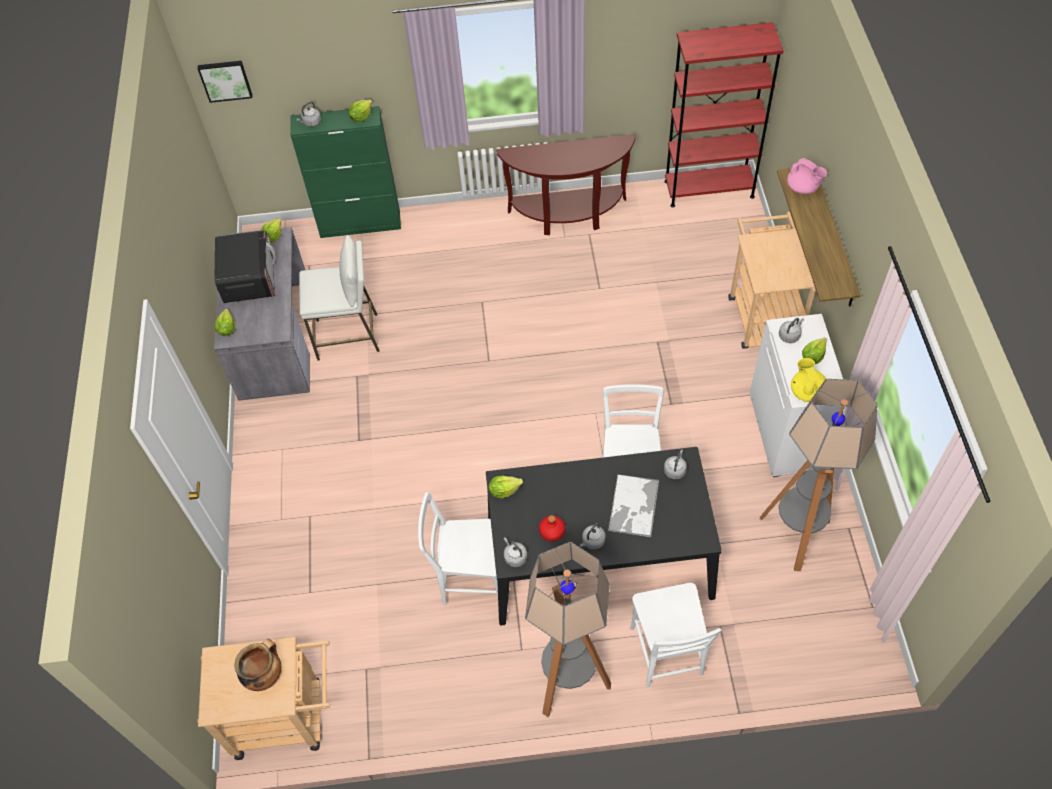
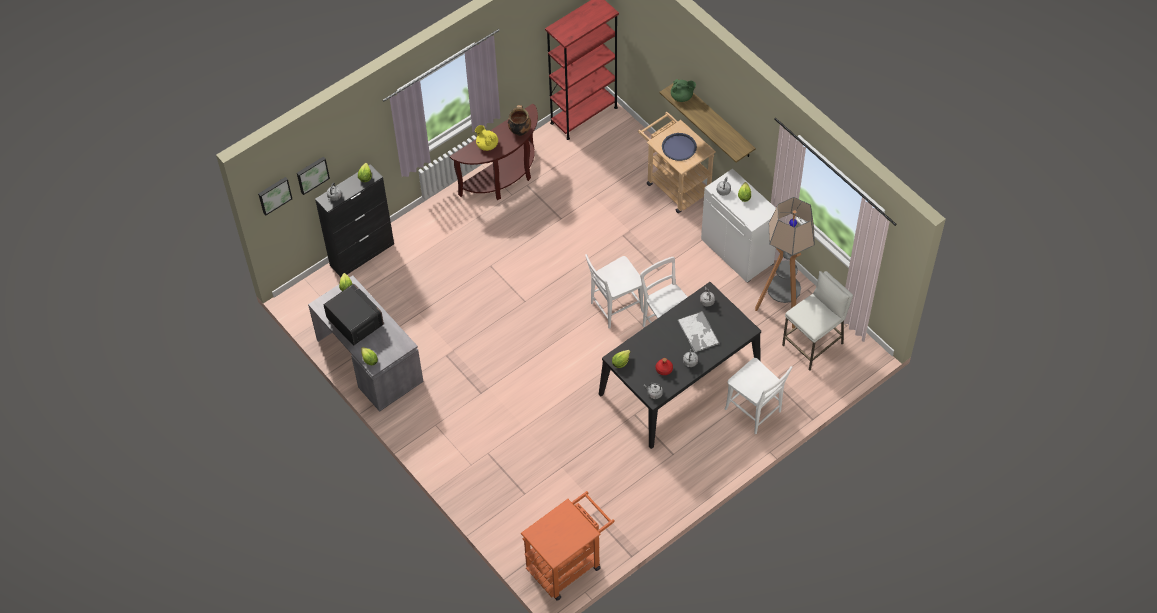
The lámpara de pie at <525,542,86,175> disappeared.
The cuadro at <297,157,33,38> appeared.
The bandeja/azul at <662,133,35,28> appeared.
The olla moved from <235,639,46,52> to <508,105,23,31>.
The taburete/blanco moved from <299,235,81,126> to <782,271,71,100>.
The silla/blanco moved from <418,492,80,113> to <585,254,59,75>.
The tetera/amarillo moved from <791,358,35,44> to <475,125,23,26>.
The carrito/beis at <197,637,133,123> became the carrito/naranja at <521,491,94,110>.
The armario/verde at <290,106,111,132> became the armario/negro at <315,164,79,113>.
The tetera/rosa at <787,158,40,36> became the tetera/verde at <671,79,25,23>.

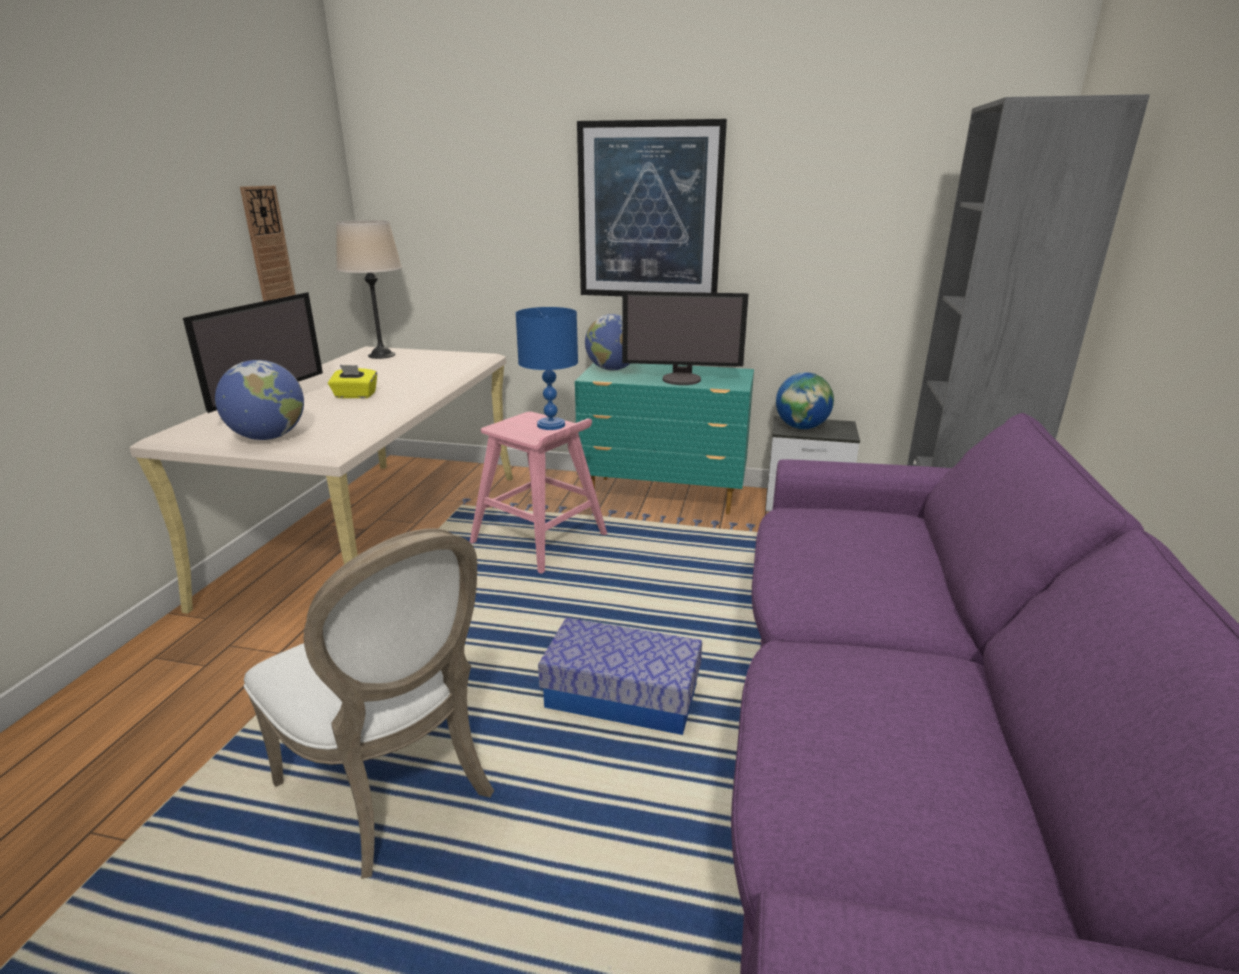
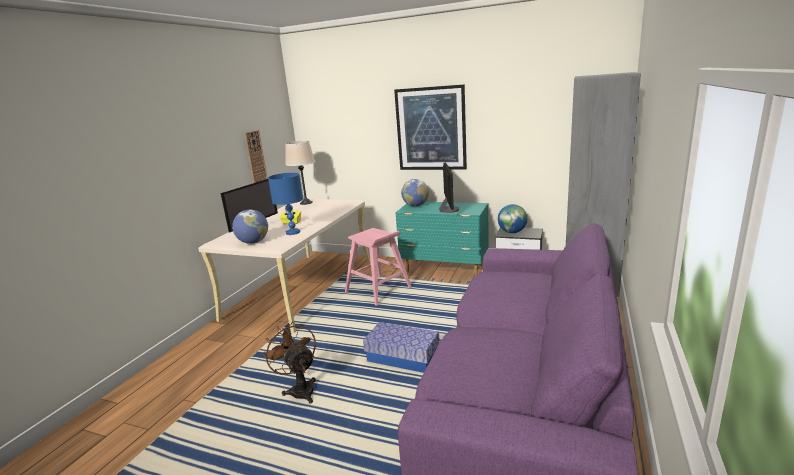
The lámpara de mesa/azul moved from <516,307,62,123> to <268,173,35,62>.
The silla/blanco at <244,528,250,351> was replaced by the ventilador/marrón at <263,321,53,82>.
The monitor at <622,291,127,94> turned 105 degrees counterclockwise.

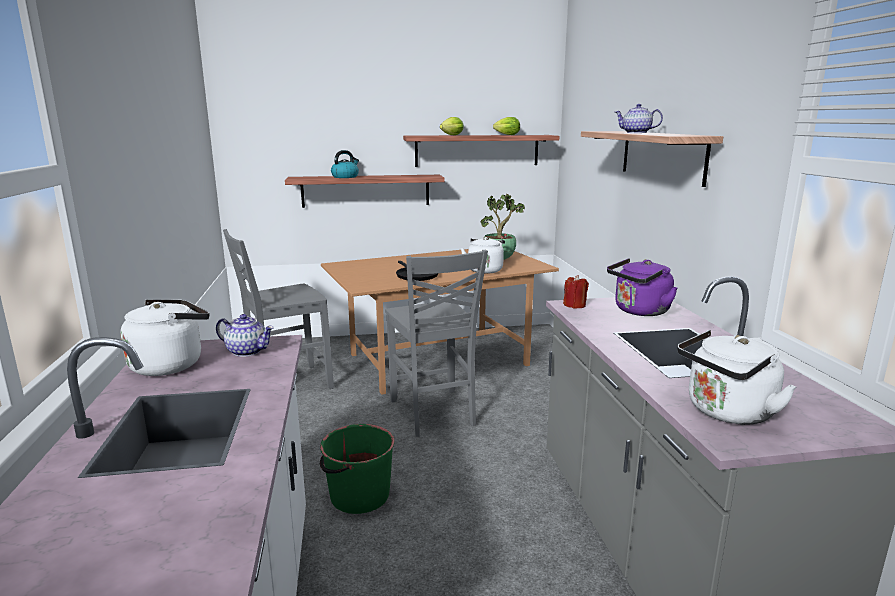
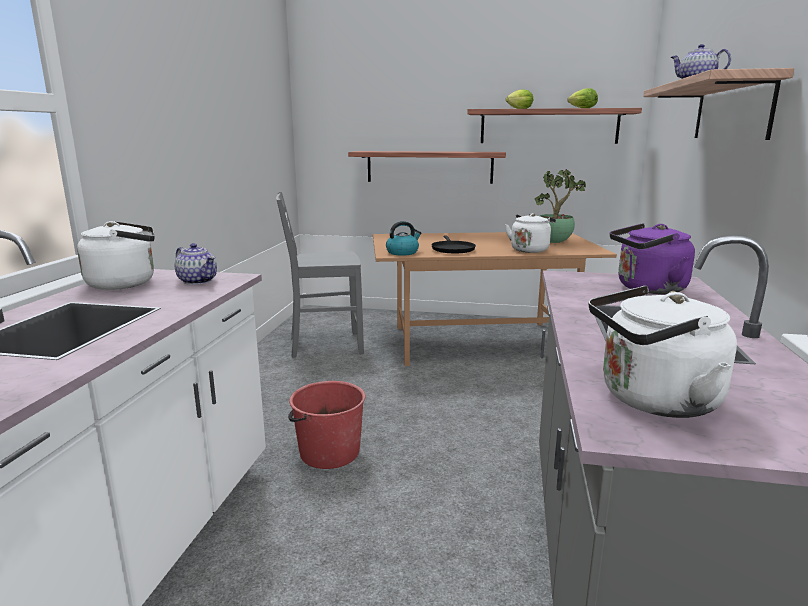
The silla/gris at <385,250,103,187> disappeared.
The vela/rojo at <563,275,26,33> disappeared.
The hervidor moved from <331,150,28,28> to <386,221,35,35>.
The cubo/verde at <320,424,75,90> became the cubo/rojo at <288,381,77,88>.

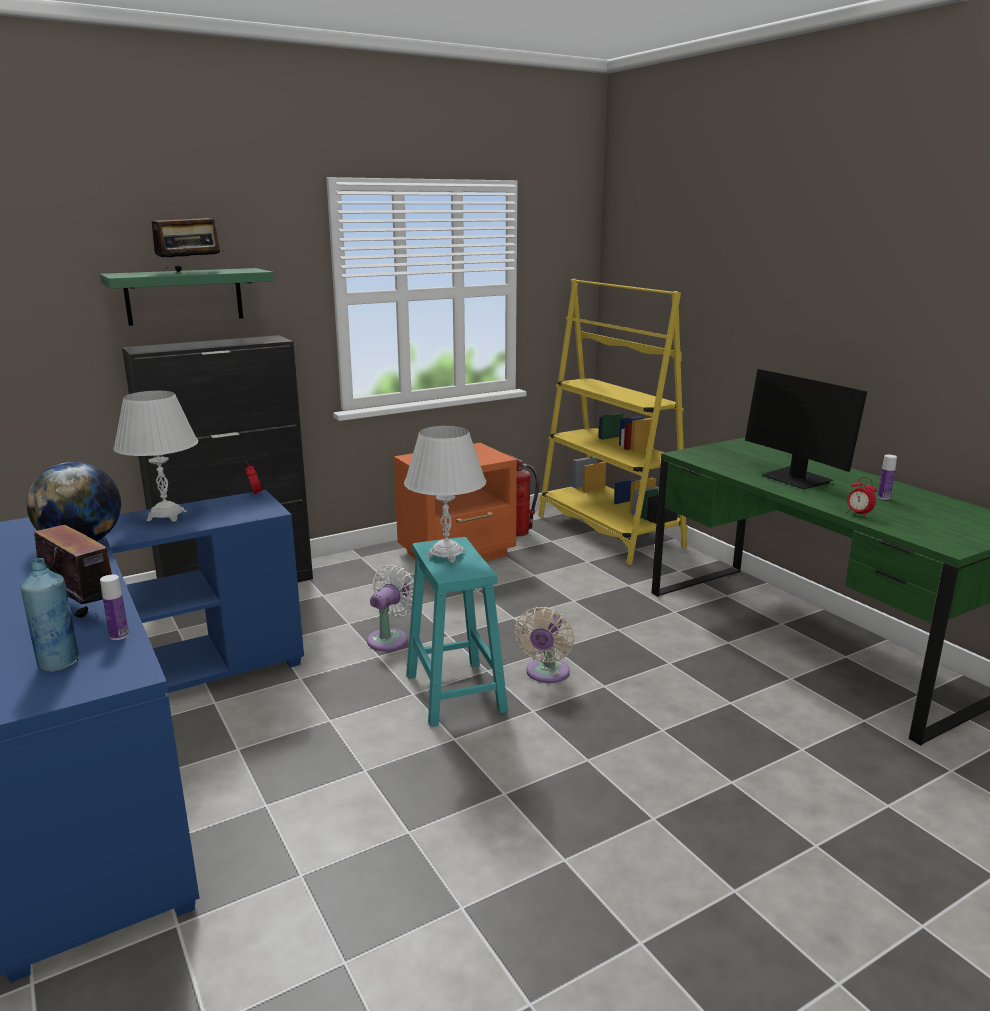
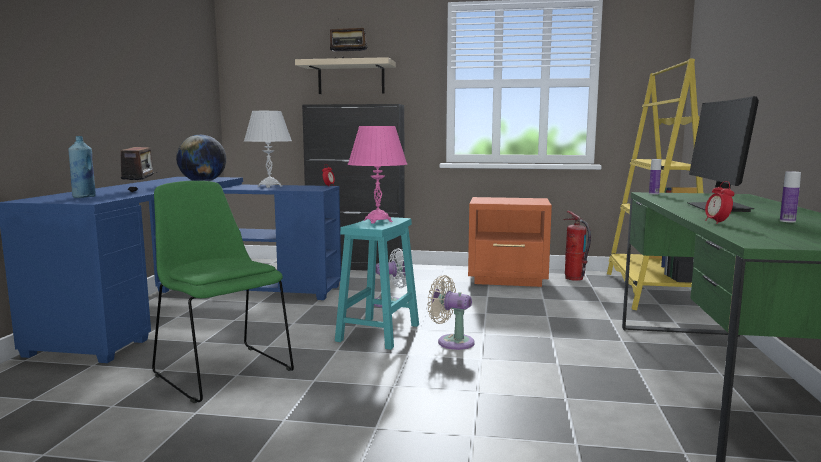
The silla/verde at <152,181,142,222> appeared.
The botella moved from <100,574,29,66> to <649,159,12,35>.
The estante/verde at <100,268,174,58> became the estante/beis at <295,57,101,37>.
The lámpara de mesa/blanco at <404,426,82,137> became the lámpara de mesa/rosa at <347,126,60,98>.
The ventilador/beis at <515,607,59,76> turned 60 degrees clockwise.

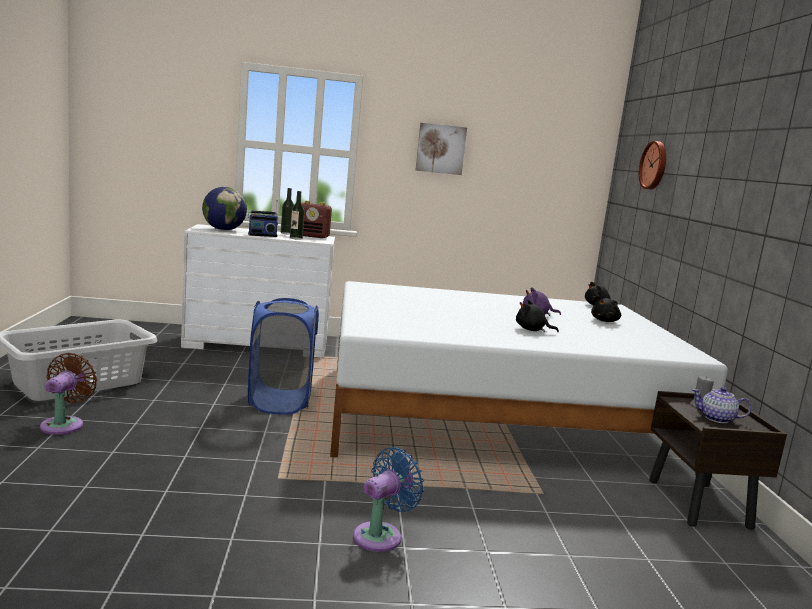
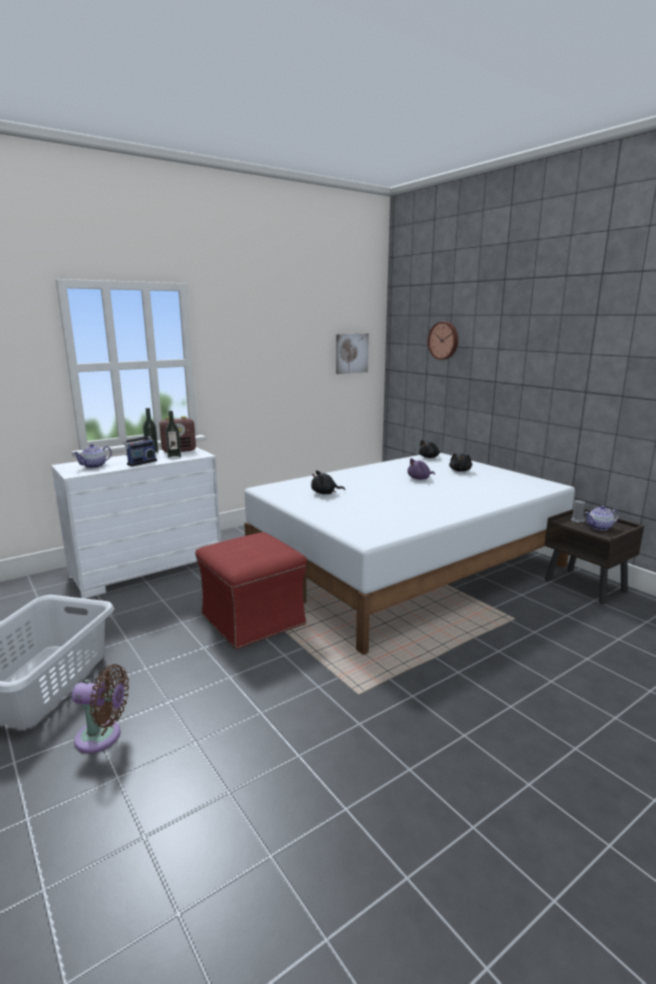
The ventilador/azul at <353,447,71,105> disappeared.
The cuadro moved from <416,123,51,52> to <336,333,33,41>.
The peluche/negro moved from <516,300,43,32> to <311,470,34,24>.
The globo terráqueo at <202,187,45,44> was replaced by the tetera at <73,444,39,24>.
The cesto de la ropa/azul at <248,298,71,116> was replaced by the puf/rojo at <195,532,112,117>.
The ventilador/marrón at <40,353,57,81> turned 120 degrees clockwise.

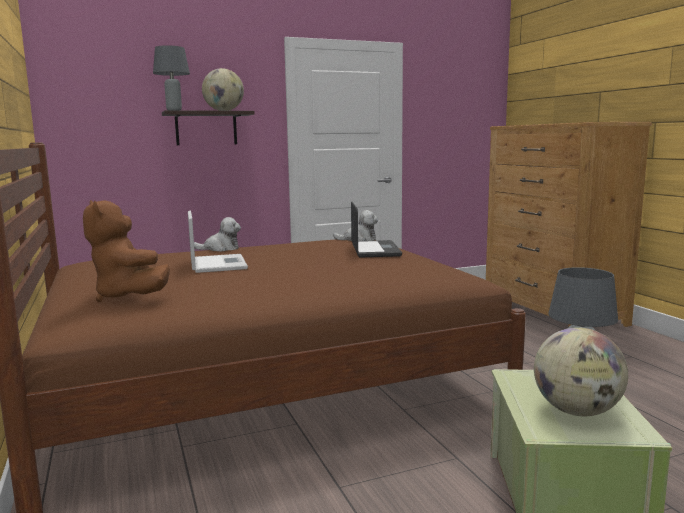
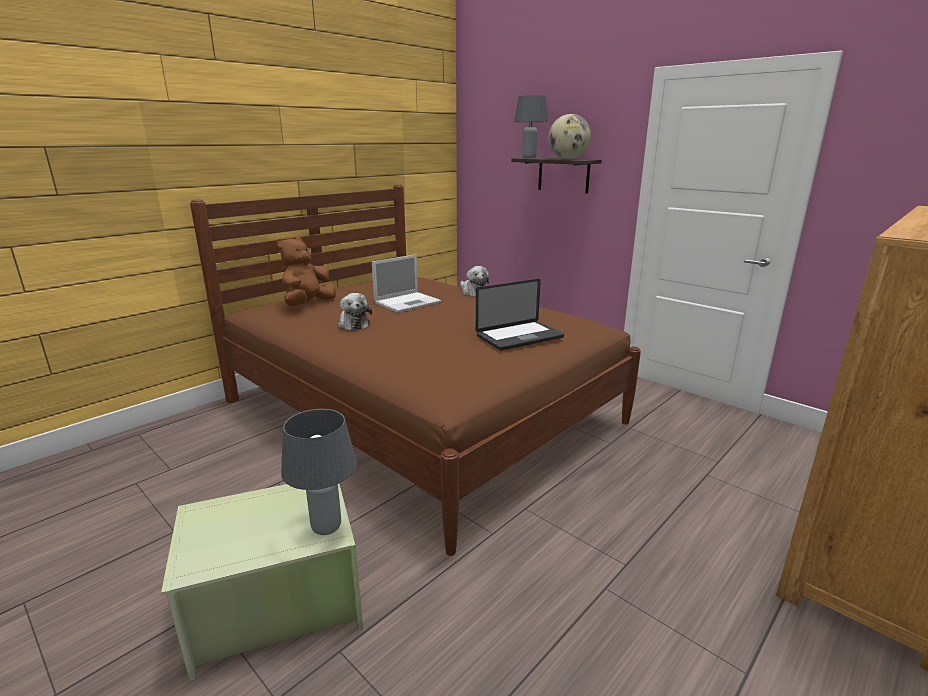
The globo terráqueo at <534,327,94,89> disappeared.
The peluche moved from <333,210,45,31> to <338,293,34,37>.

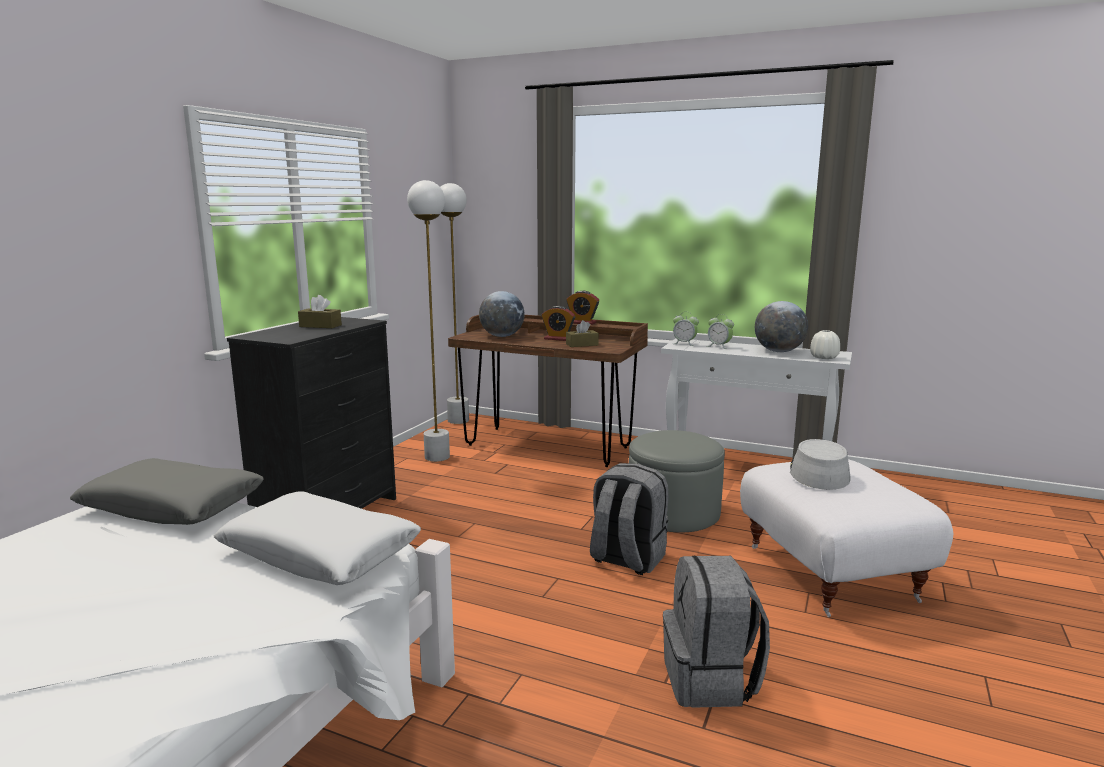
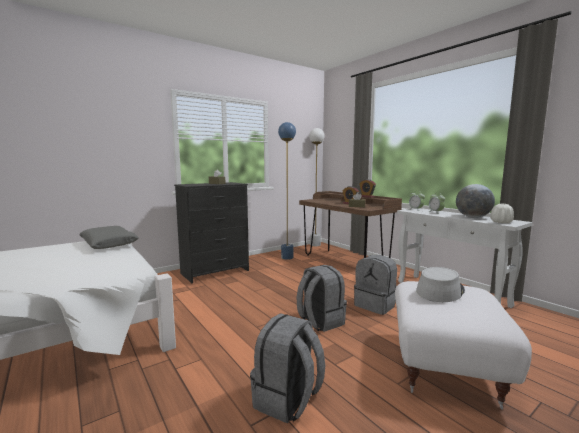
The cojín/blanco at <214,491,207,94> disappeared.
The globo terráqueo at <479,291,46,46> disappeared.
The puf/gris at <629,430,96,102> was replaced by the mochila/gris at <354,255,43,60>.
The lámpara de pie/blanco at <407,180,43,282> became the lámpara de pie/azul at <278,122,18,138>.

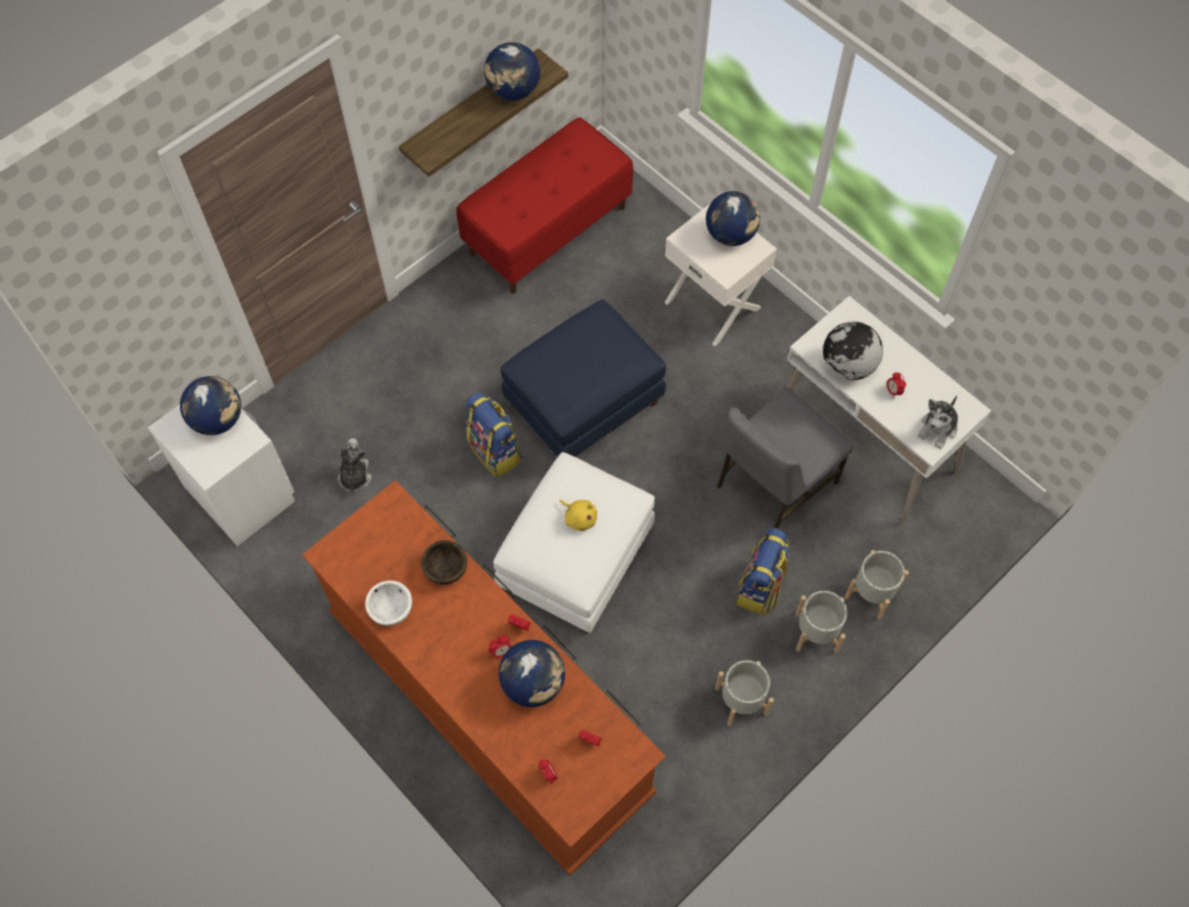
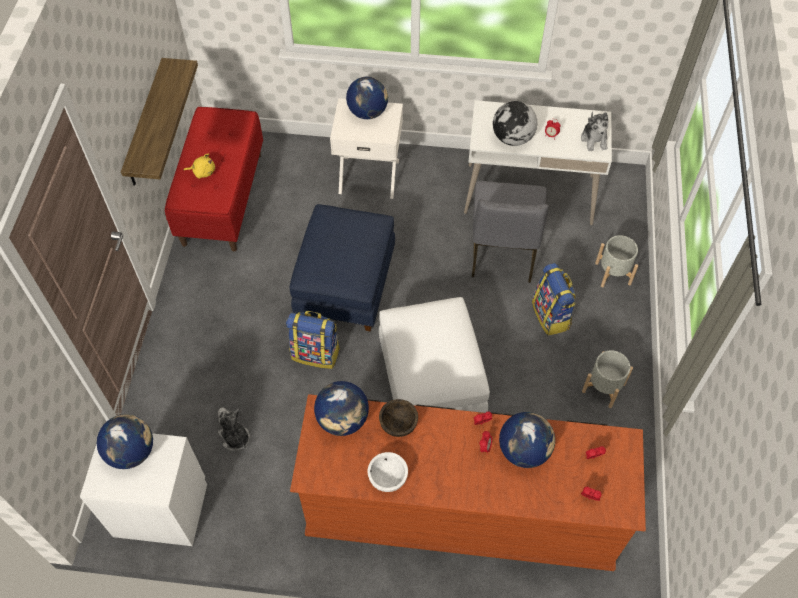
The maceta/gris at <795,591,53,62> disappeared.
The globo terráqueo moved from <484,42,56,58> to <314,381,55,55>.
The peluche/amarillo moved from <560,500,37,31> to <184,153,31,25>.

